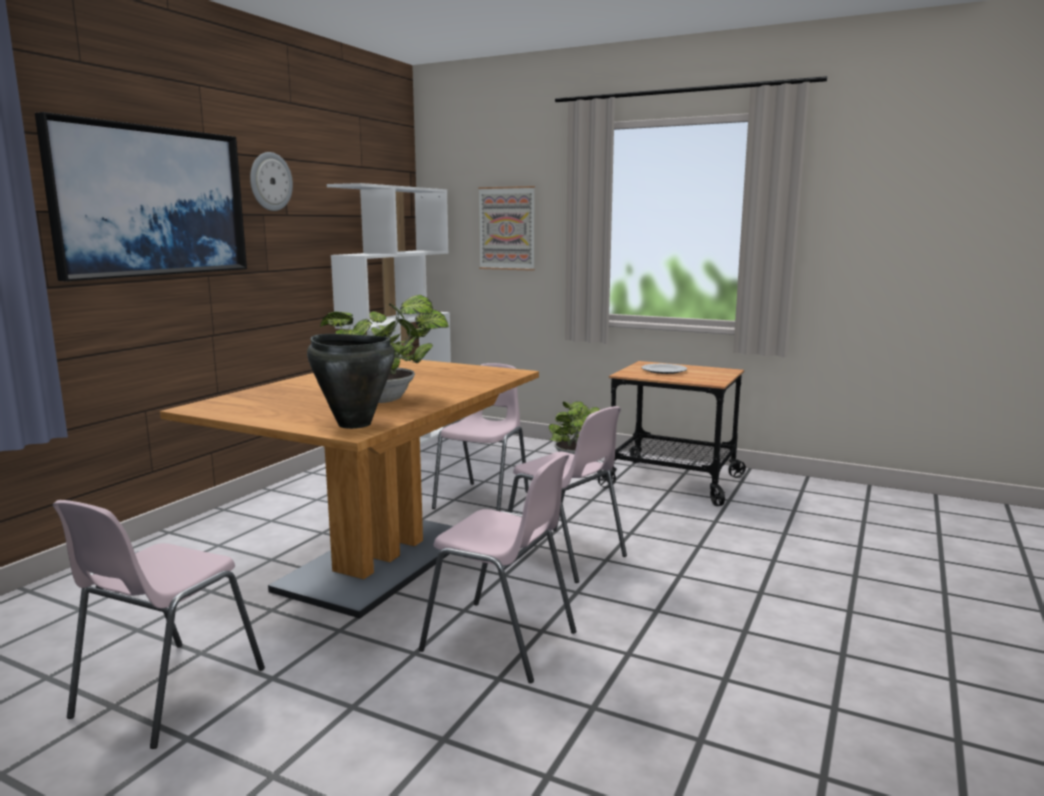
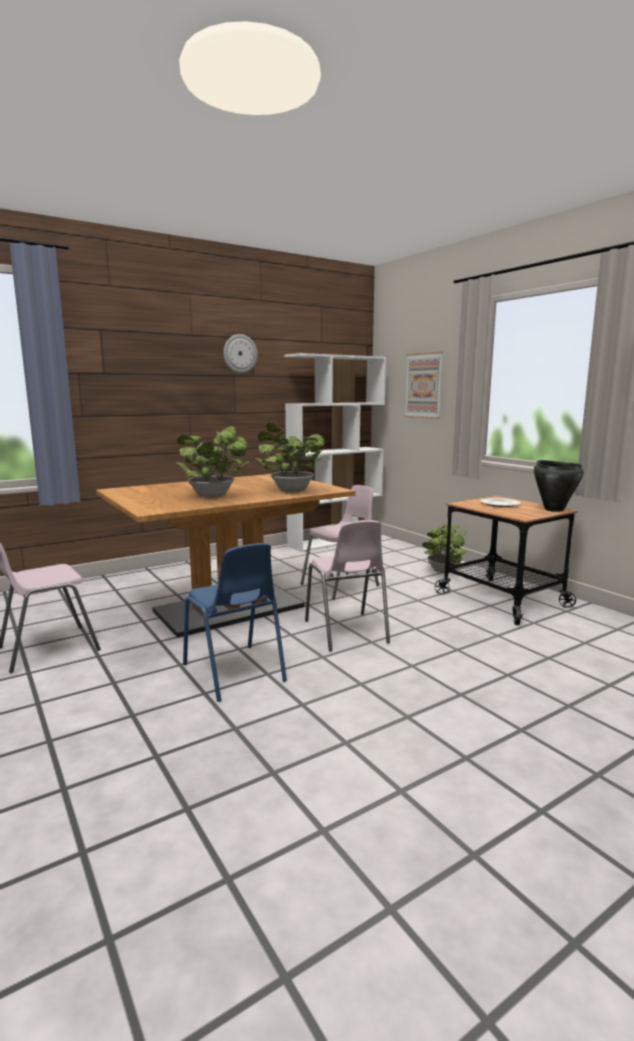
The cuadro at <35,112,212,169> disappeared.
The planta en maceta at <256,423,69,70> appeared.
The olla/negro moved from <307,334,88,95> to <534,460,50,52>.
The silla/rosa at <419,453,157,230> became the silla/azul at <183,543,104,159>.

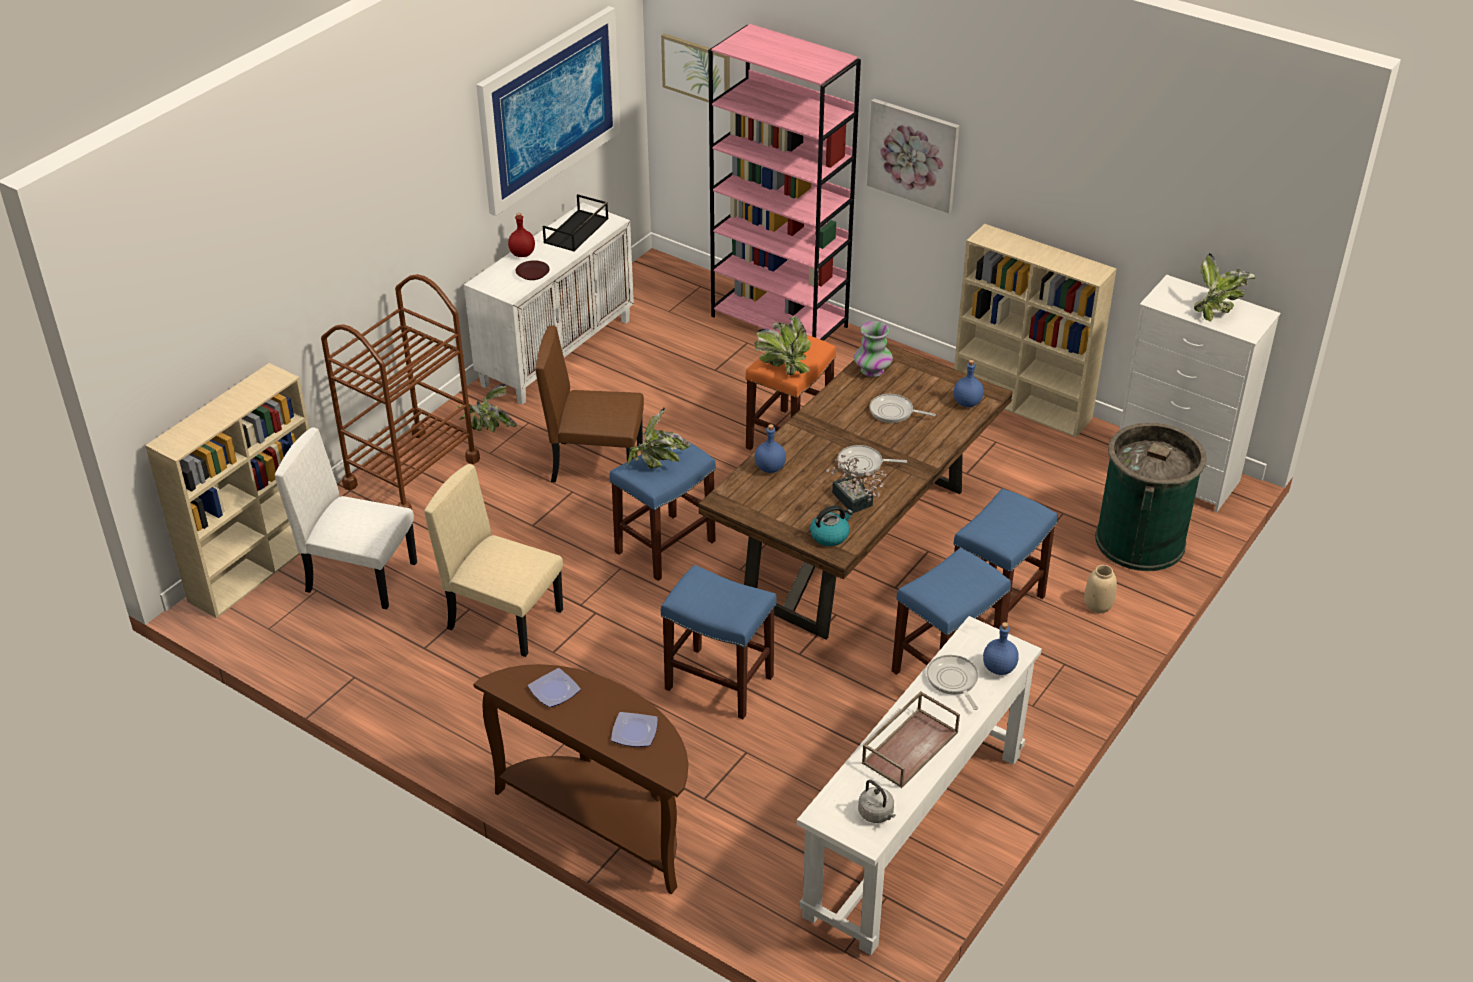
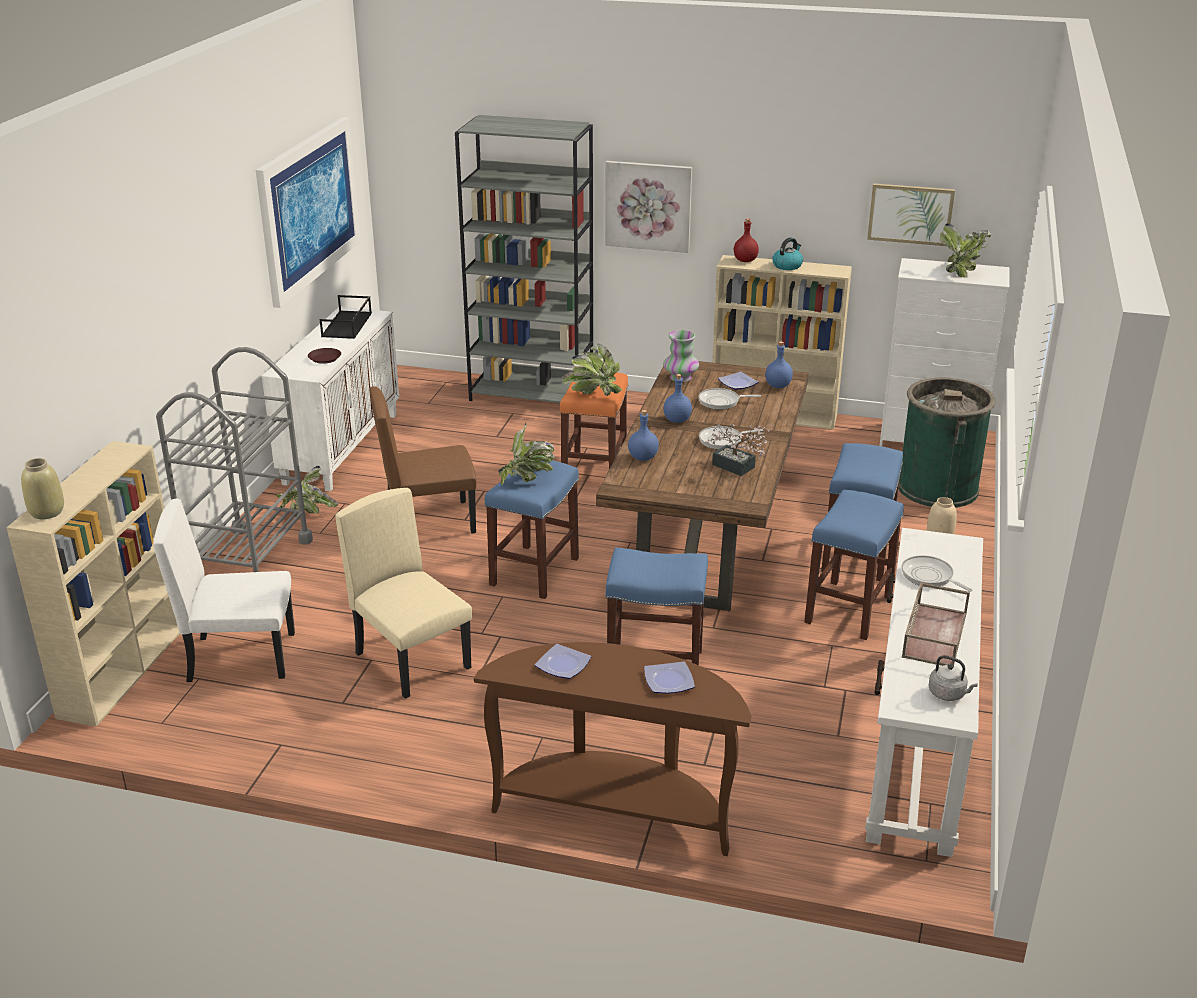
The florero/beis at <21,458,43,61> appeared.
The plato at <718,372,40,18> appeared.
The botella/rojo moved from <508,213,27,44> to <734,218,25,44>.
The cuadro moved from <661,34,69,69> to <867,183,88,63>.
The hervidor moved from <810,505,43,41> to <772,238,31,32>.
The botella/azul moved from <983,622,36,53> to <663,374,29,49>.
The carrito/marrón at <321,274,159,235> became the carrito/gris at <156,347,157,225>.
The estantería/rosa at <708,24,153,317> became the estantería/gris at <455,115,138,288>.
The silla/beis at <424,464,139,193> turned 45 degrees clockwise.

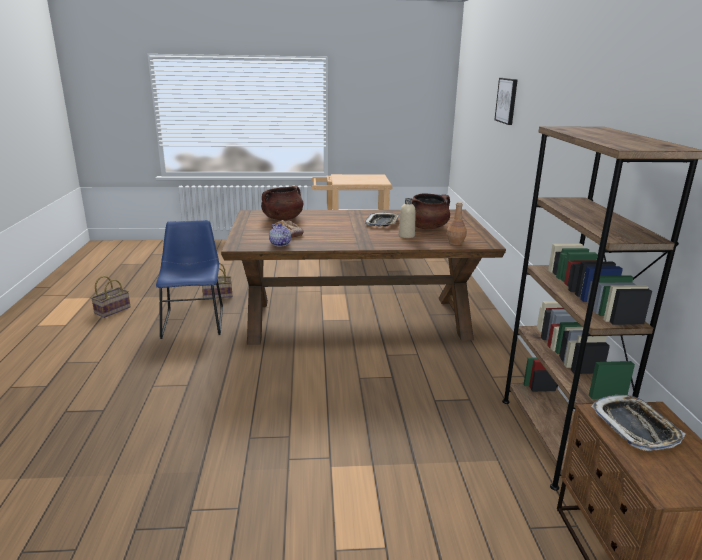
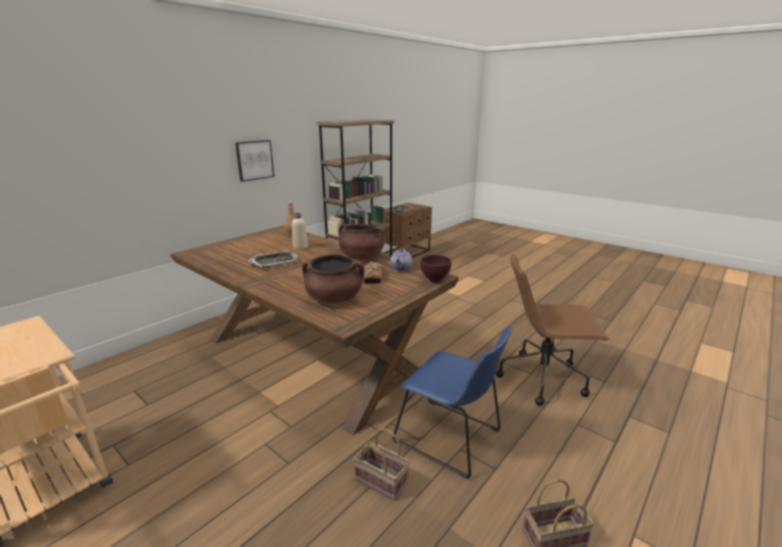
The cuenco/marrón at <420,255,32,28> appeared.
The silla de oficina/marrón at <496,254,114,152> appeared.
The olla/marrón moved from <412,193,38,36> to <339,224,45,36>.
The cuadro moved from <494,78,24,47> to <235,140,39,42>.
The silla/azul at <156,220,67,119> turned 90 degrees counterclockwise.

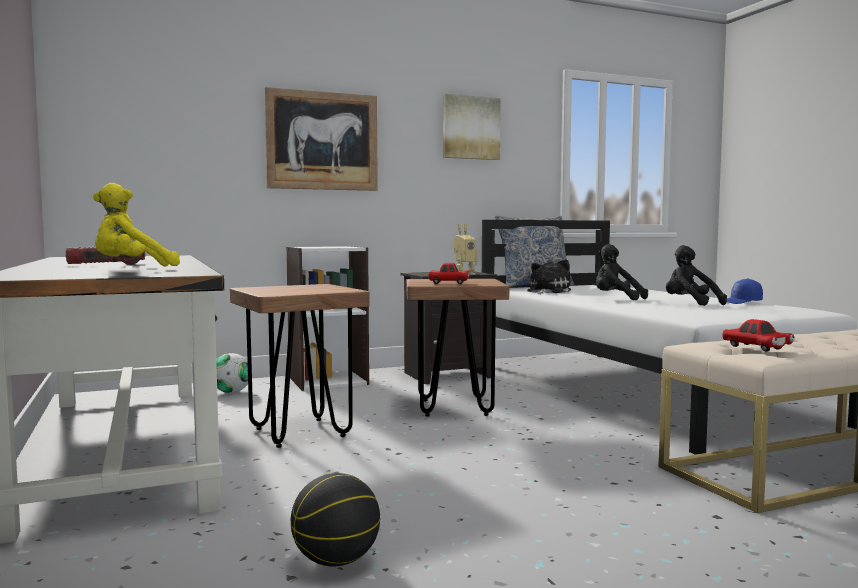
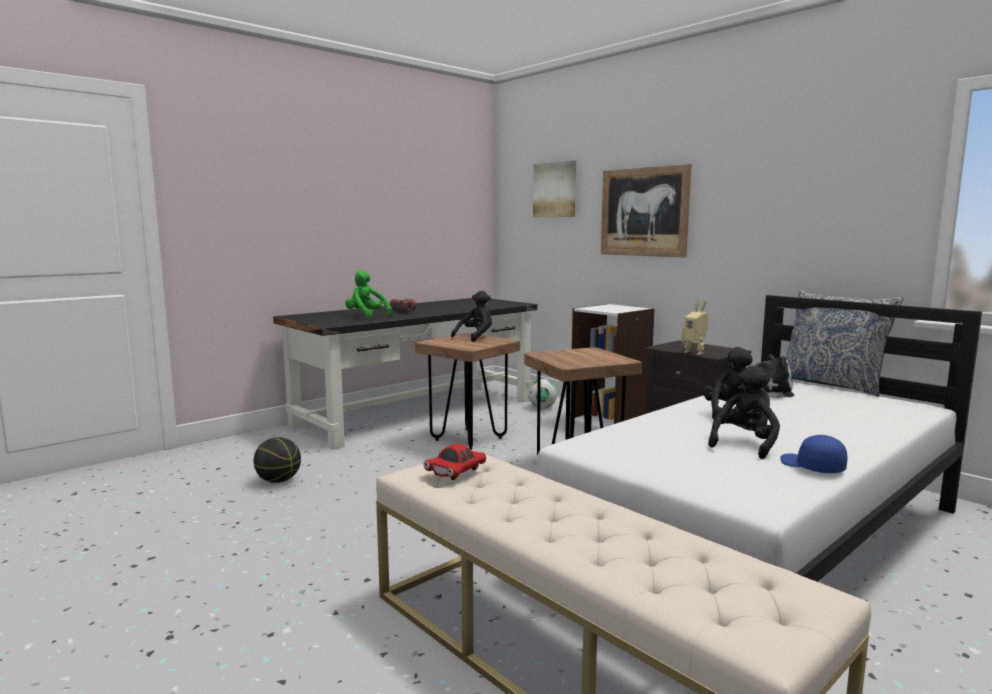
The coche de juguete/rojo at <429,263,41,21> disappeared.
The peluche/negro at <451,291,41,51> appeared.
The cuadro moved from <443,94,58,66> to <533,161,43,56>.
The peluche/amarillo at <93,183,87,84> became the peluche/verde at <345,270,48,48>.

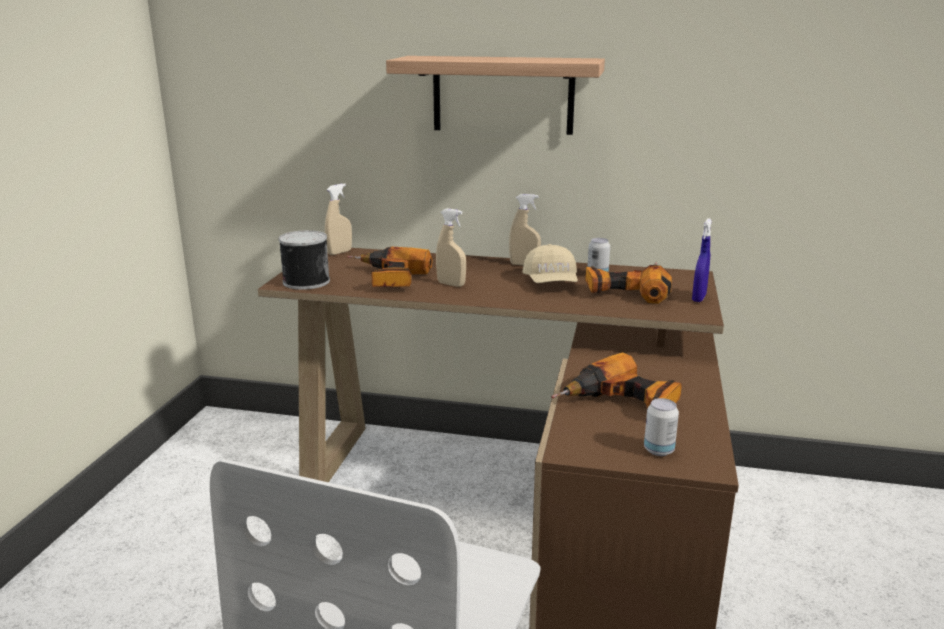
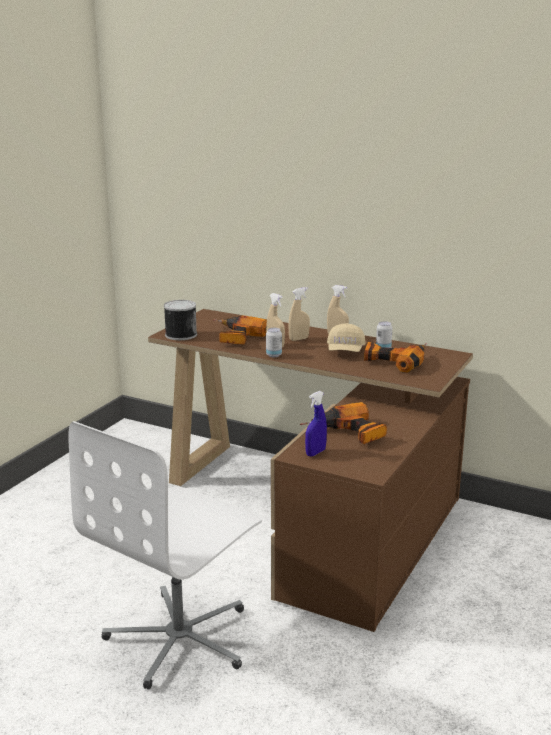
The estante at <386,56,219,79> disappeared.
The pulverizador/beis moved from <325,183,27,72> to <289,287,21,54>.
The lata moved from <644,398,35,58> to <266,328,16,29>.
The pulverizador/azul moved from <692,218,20,84> to <305,391,22,66>.

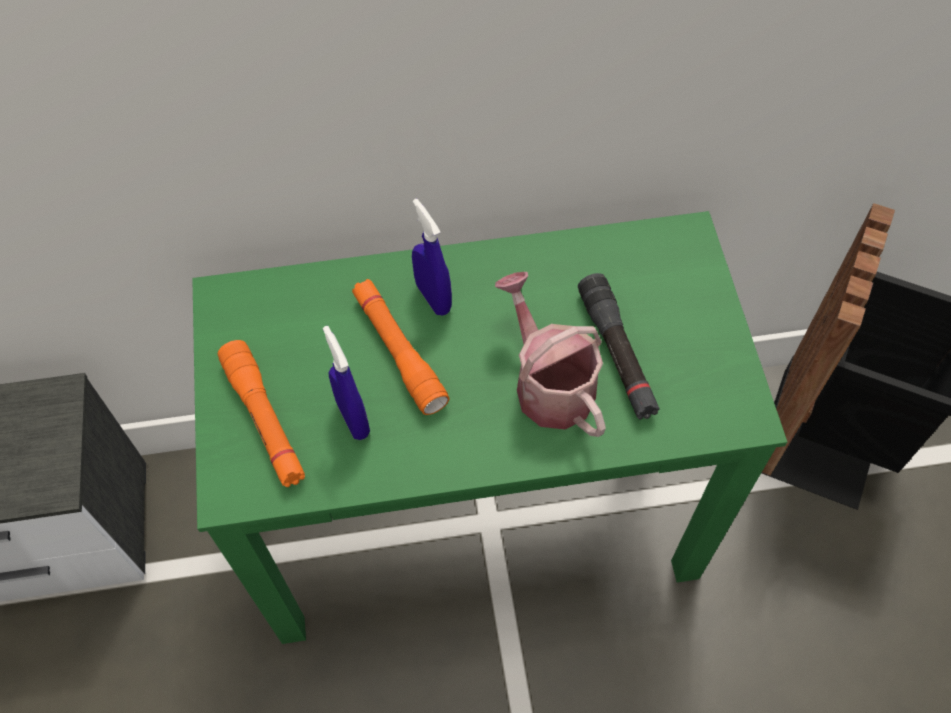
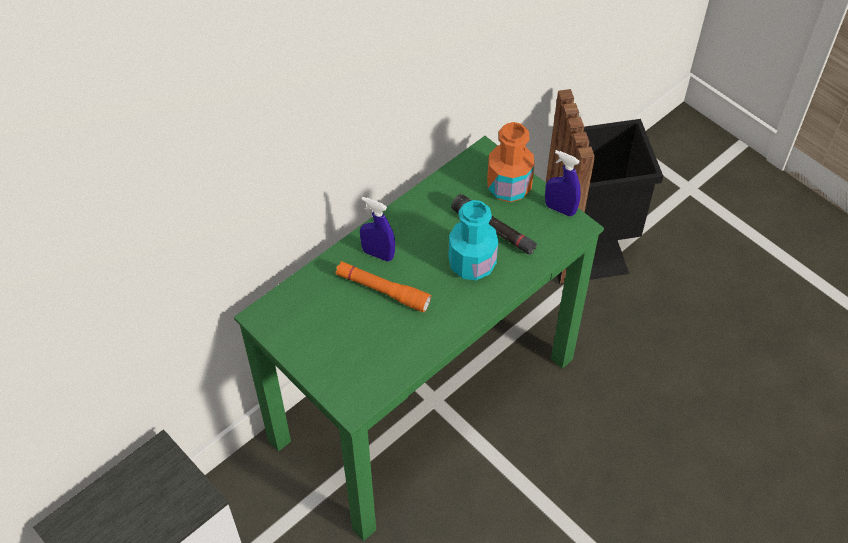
The linterna/naranja at <218,340,87,147> disappeared.
The botella/naranja at <487,122,47,80> appeared.
The pulverizador/azul moved from <323,326,47,114> to <545,150,36,66>.
The regadera at <495,272,111,165> was replaced by the botella/turquesa at <448,200,50,80>.

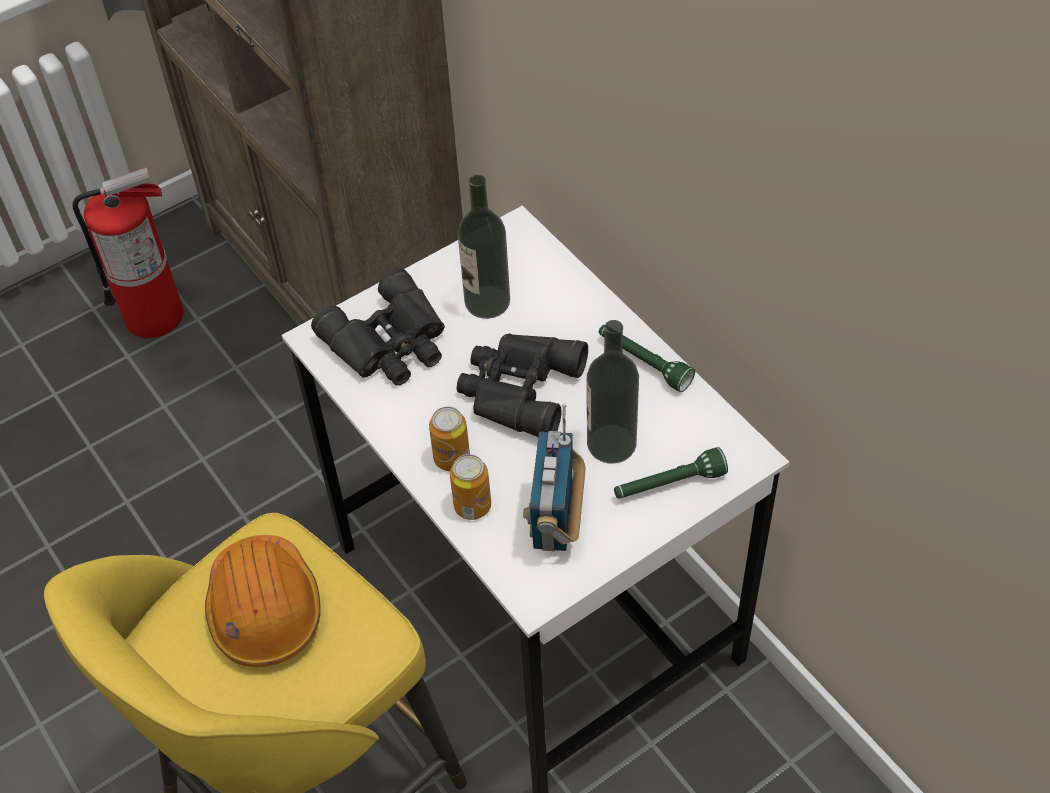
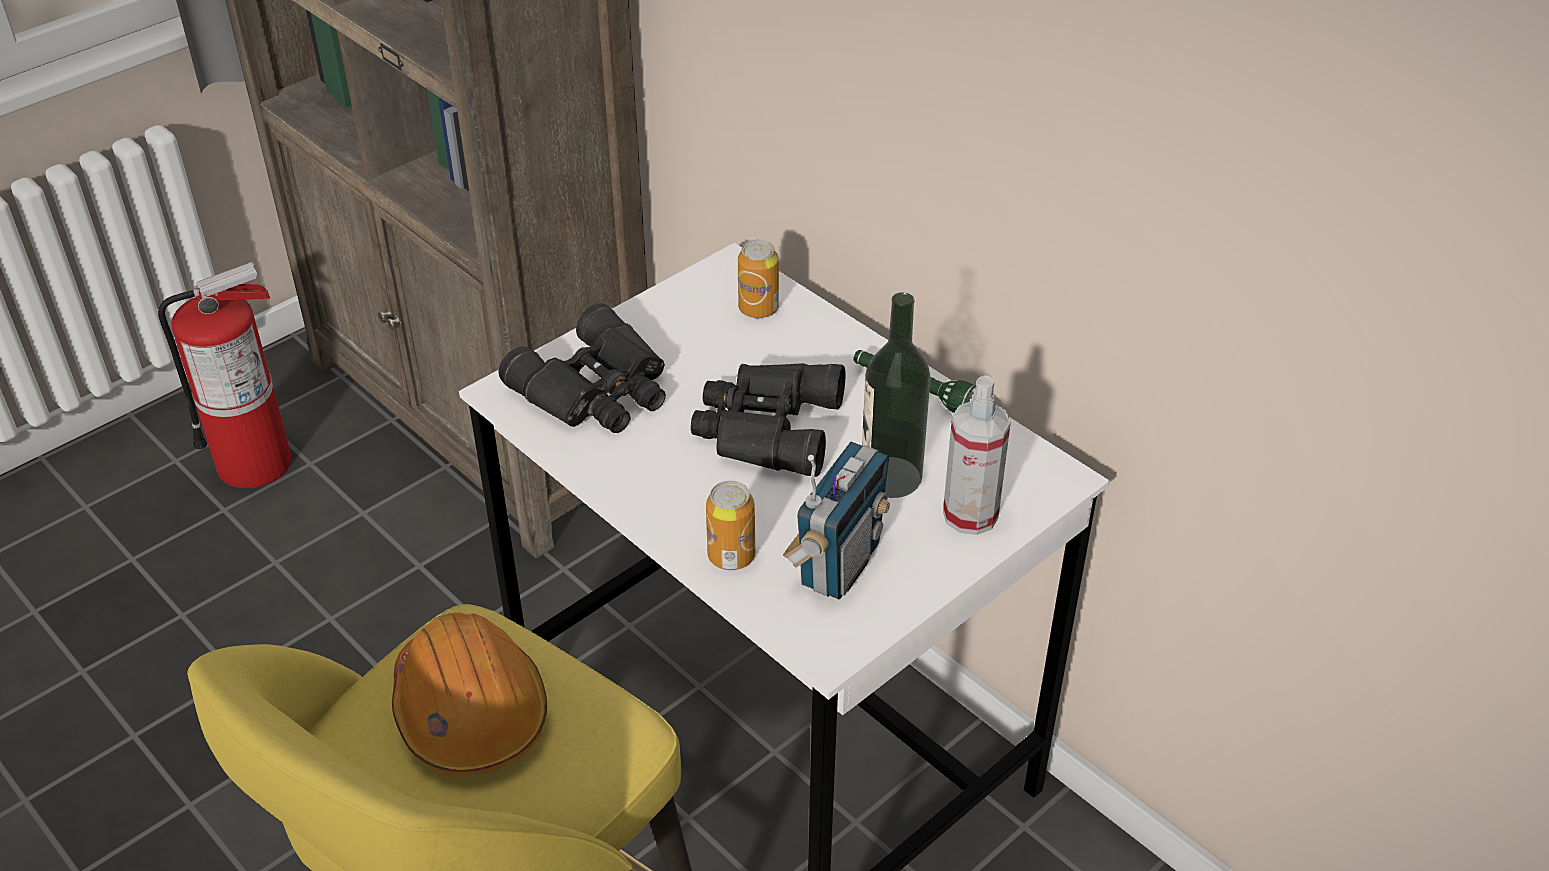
The botella at <458,175,52,144> disappeared.
The lata moved from <429,406,41,65> to <738,240,41,78>.
The linterna/verde at <614,447,114,52> was replaced by the pulverizador at <943,376,68,159>.
The radio at <523,404,63,147> turned 150 degrees counterclockwise.

